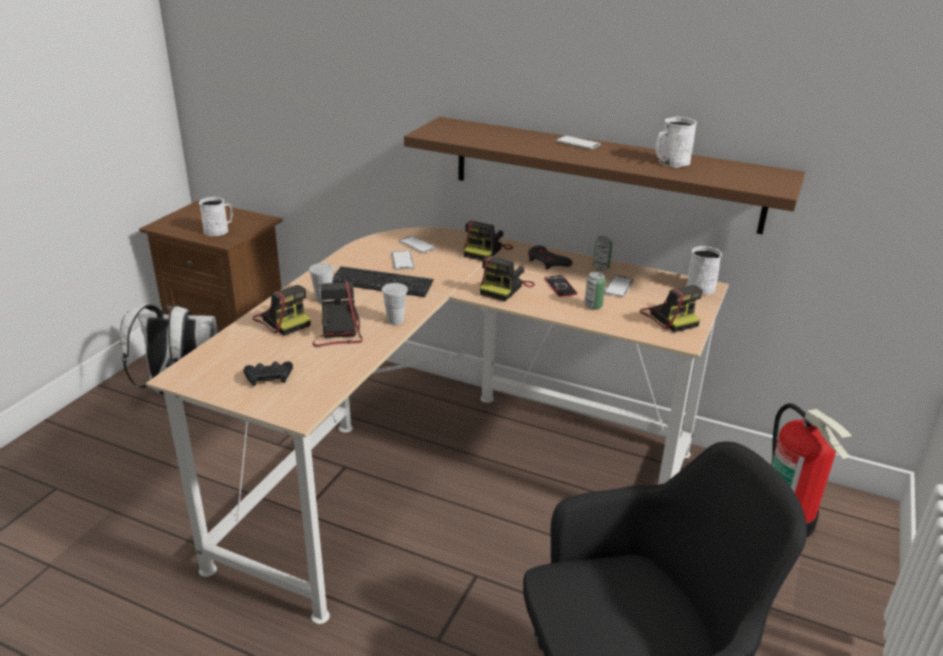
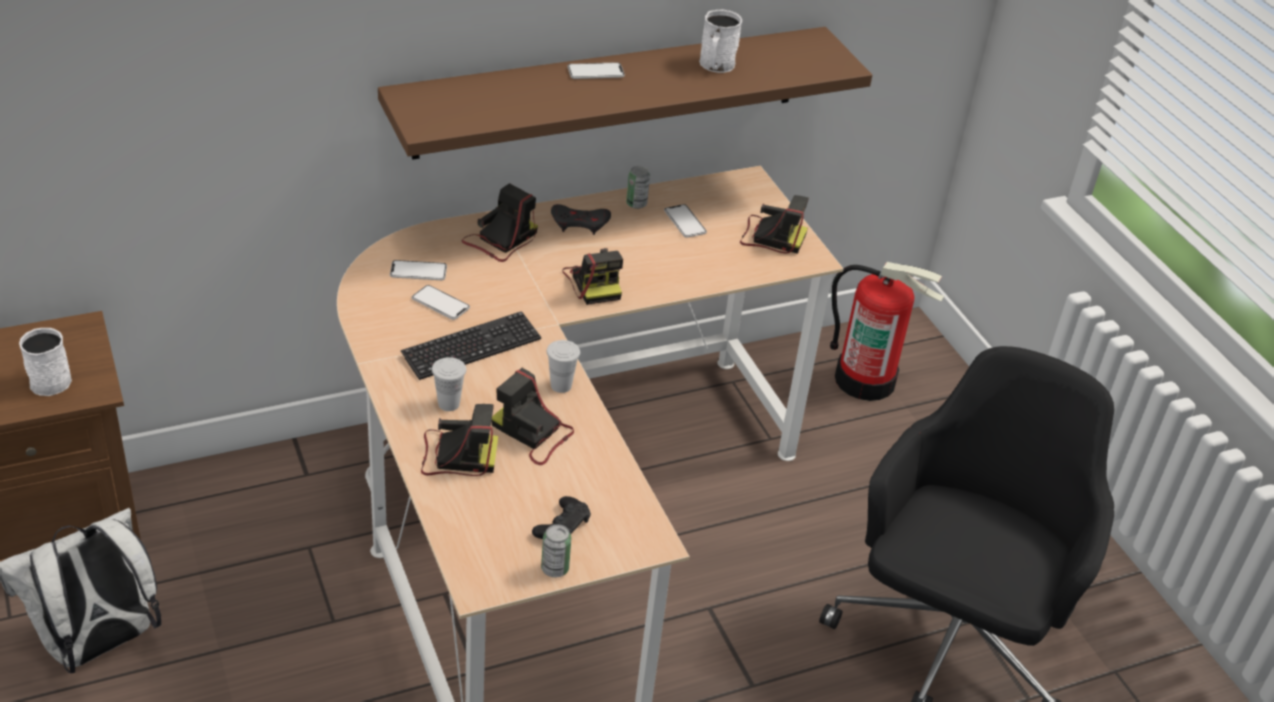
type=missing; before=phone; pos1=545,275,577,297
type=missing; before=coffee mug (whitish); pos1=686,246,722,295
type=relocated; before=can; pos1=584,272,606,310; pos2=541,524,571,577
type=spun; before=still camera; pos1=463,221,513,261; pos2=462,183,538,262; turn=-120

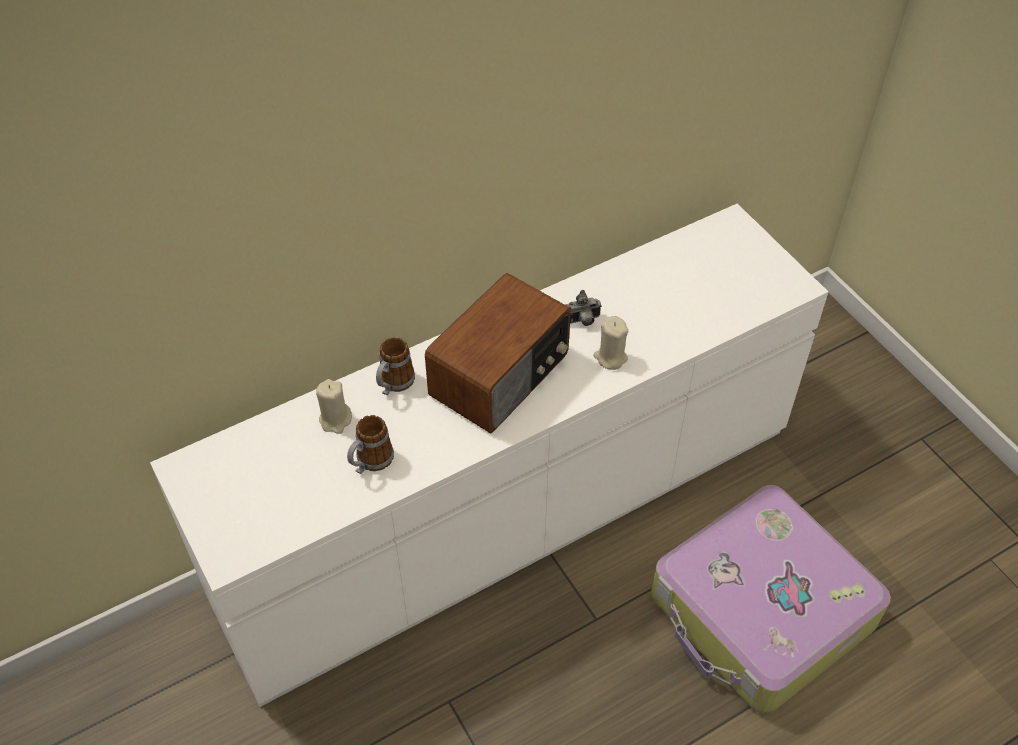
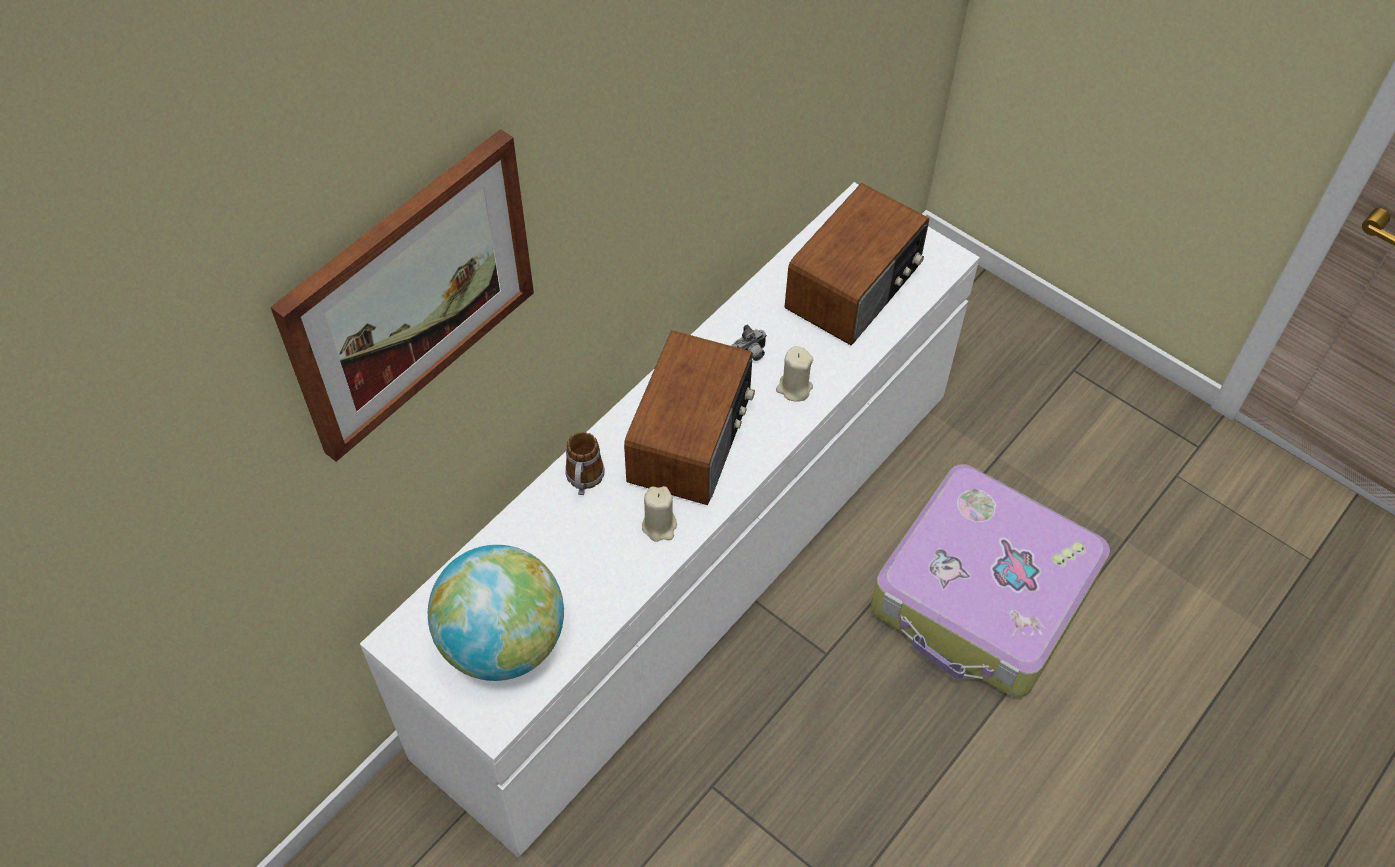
type=missing; before=coffee mug; pos1=347,415,394,474
type=appeared; after=picture; pos2=270,129,534,462
type=appeared; after=world globe; pos2=428,545,564,681
type=appeared; after=radio set; pos2=785,183,929,345
type=relocated; before=wax light (sand-coloured); pos1=316,379,352,434; pos2=642,486,677,542

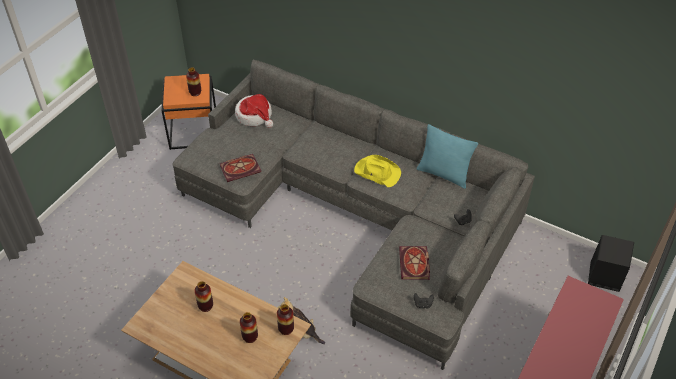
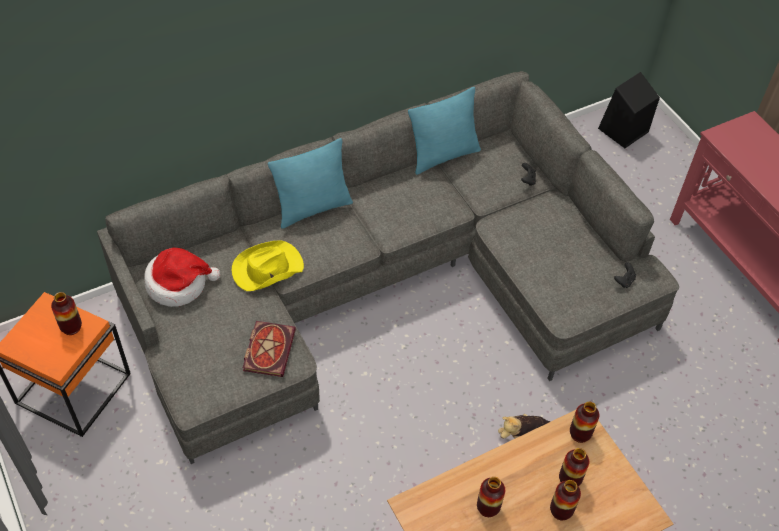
type=missing; before=volume; pos1=399,246,430,280
type=appeared; after=throw pillow (turquoise); pos2=268,138,353,229
type=appeared; after=flower vase; pos2=550,480,581,520
type=relocated; before=wearable hat (yellow-coloured); pos1=354,155,401,187; pos2=231,240,304,291

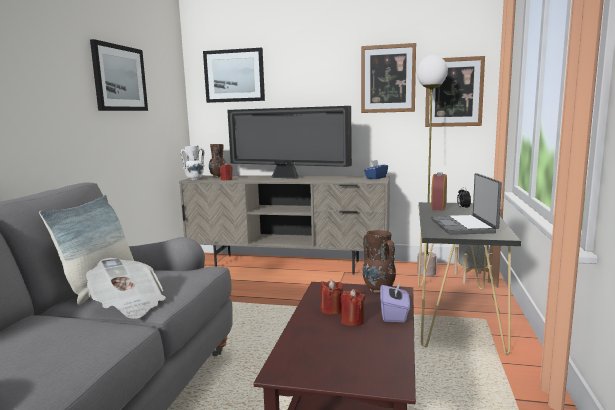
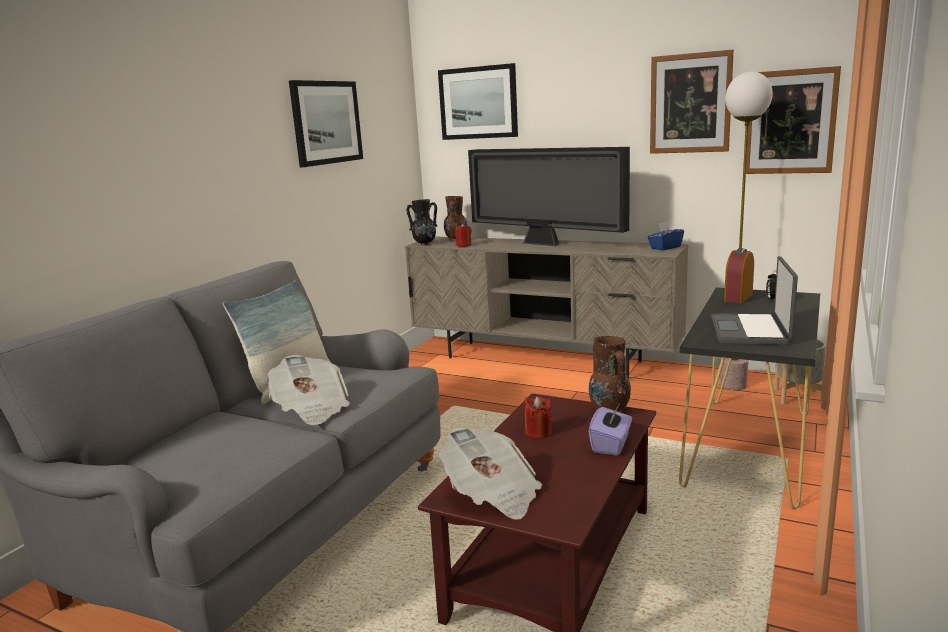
type=missing; before=wax light (red); pos1=341,289,365,326
type=appeared; after=printed paper; pos2=439,427,542,520
type=colour; before=flower vase (whitish); after=flower vase (blackish); pos1=180,146,205,180; pos2=406,199,438,245

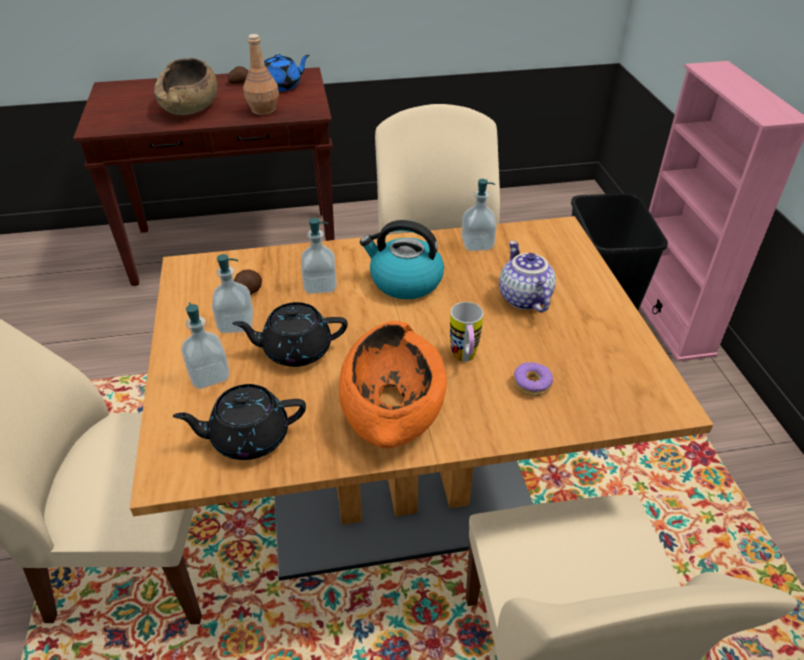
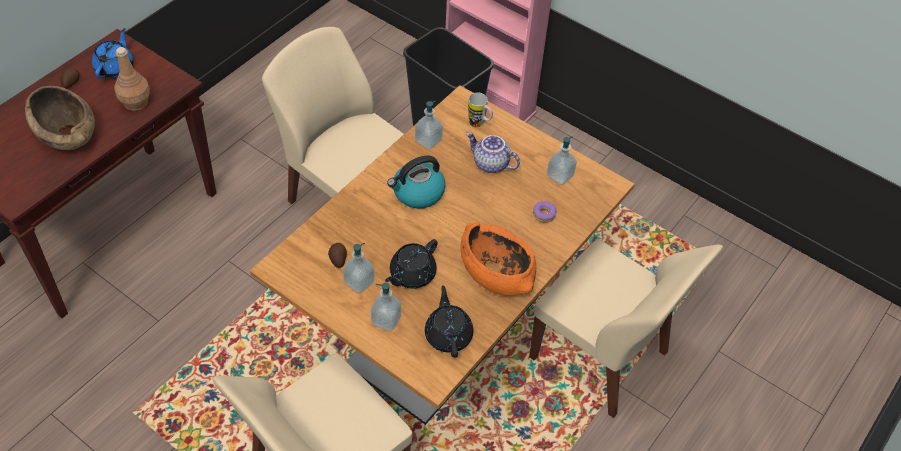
type=relocated; before=soap dispenser; pos1=301,218,337,294; pos2=547,136,577,185
type=relocated; before=coffee mug; pos1=450,302,483,362; pos2=468,93,493,127
type=spun; before=tea pot (blackish); pos1=173,384,306,460; pos2=425,285,473,358; turn=135

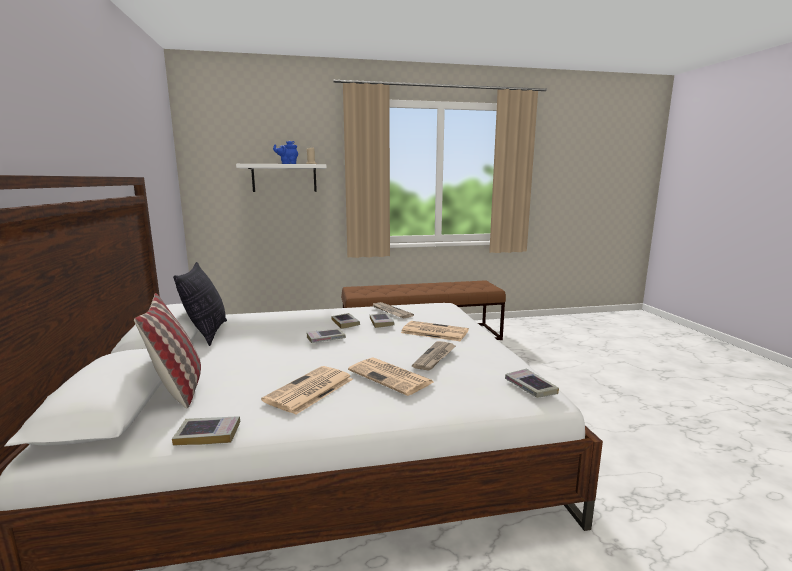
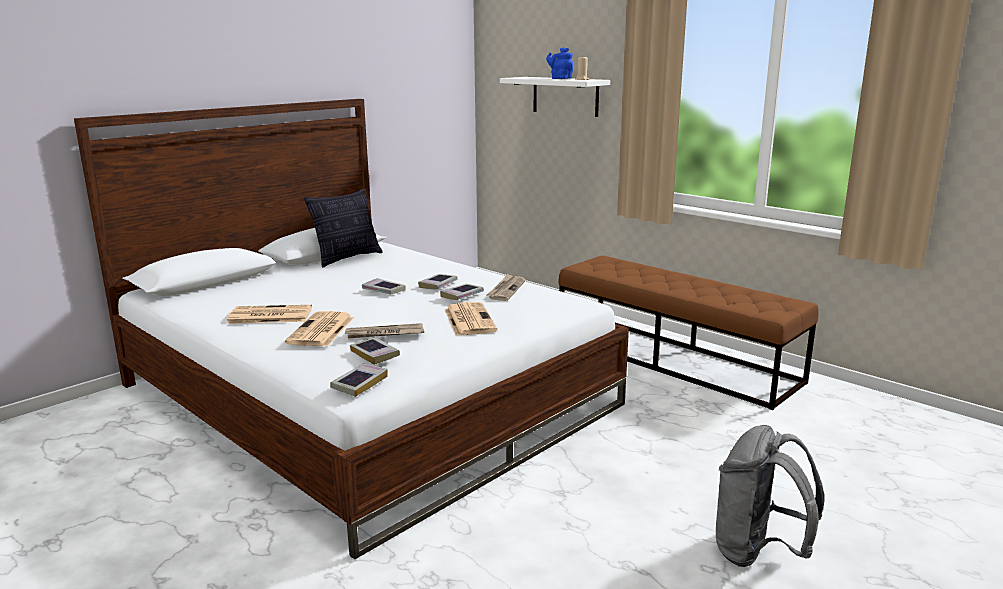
type=missing; before=throw pillow; pos1=134,293,201,409
type=appeared; after=rucksack (gray); pos2=716,425,825,567
type=relocated; before=volume; pos1=172,416,240,446; pos2=350,337,400,365

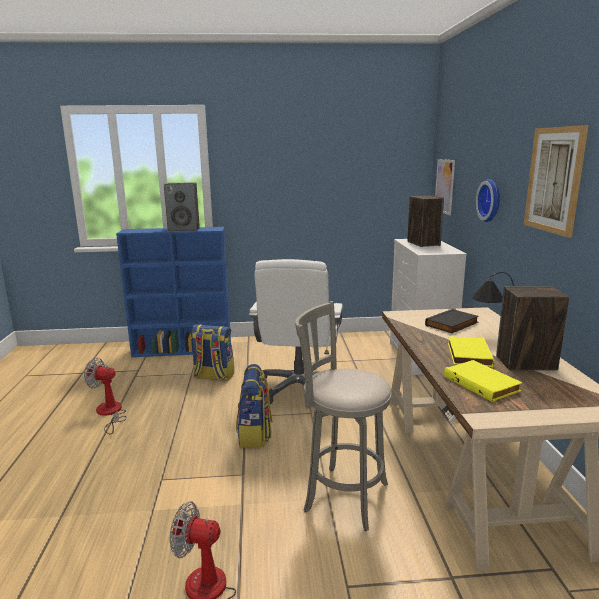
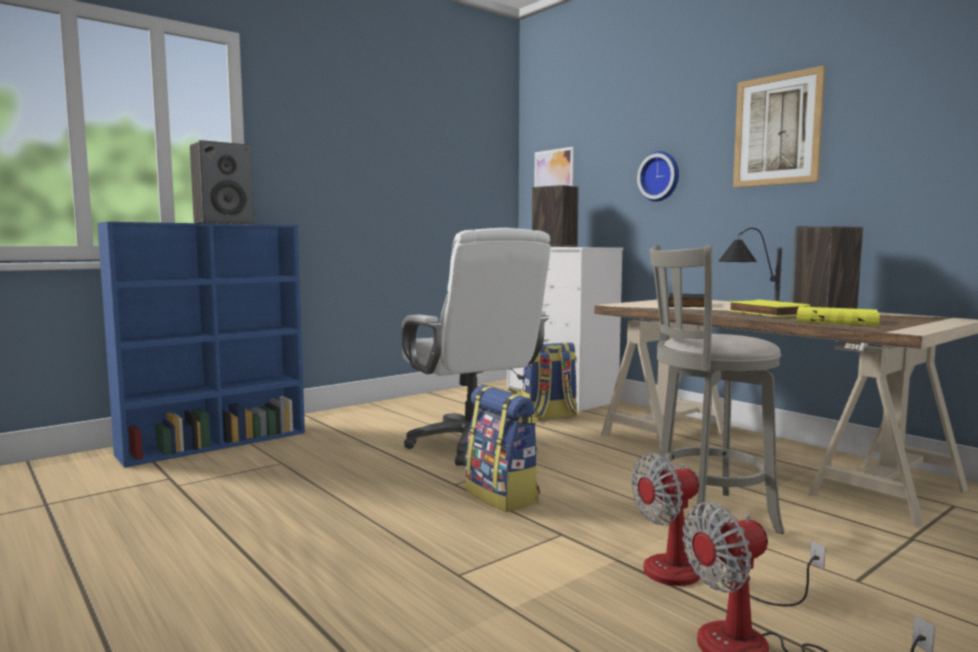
type=relocated; before=electric fan; pos1=84,358,127,434; pos2=631,453,826,606
type=relocated; before=rucksack; pos1=191,324,234,381; pos2=521,343,577,420

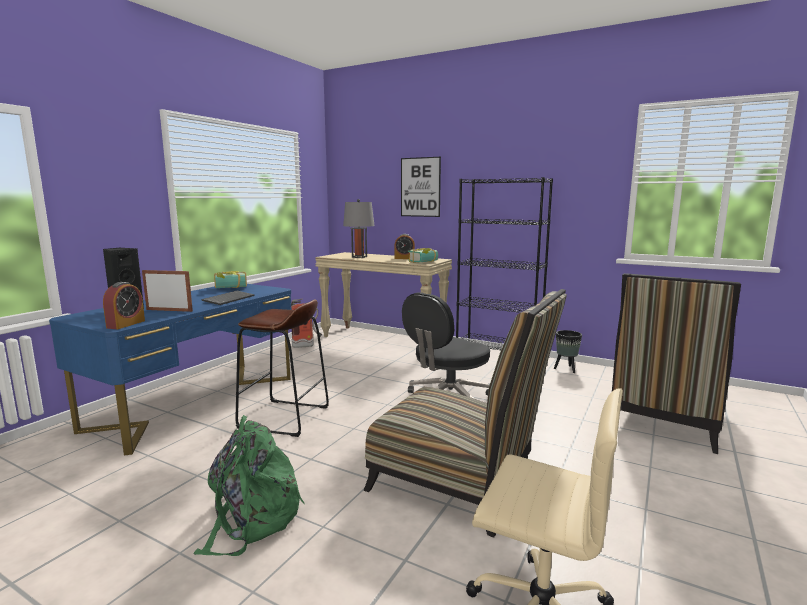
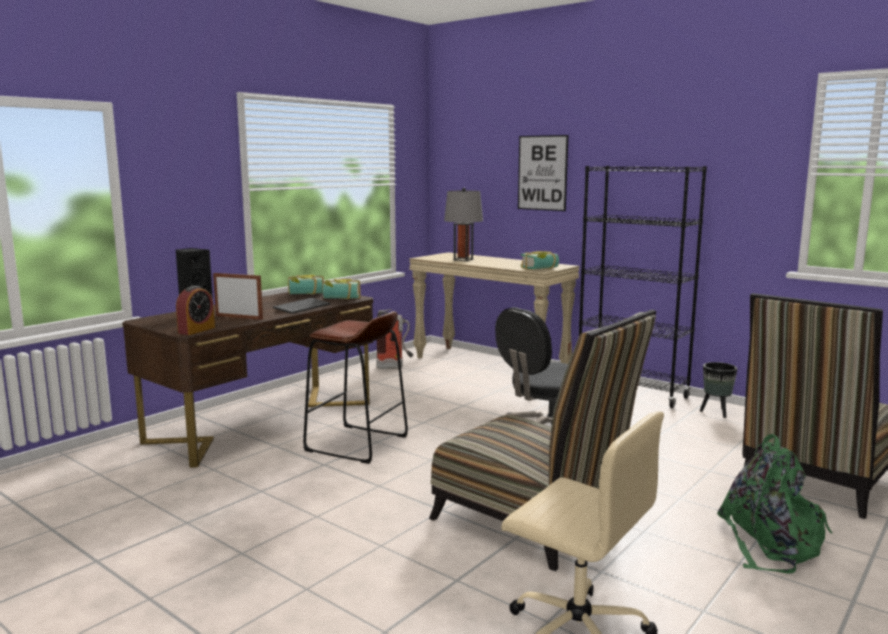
type=missing; before=table clock; pos1=395,234,415,259
type=appeared; after=volume; pos2=323,279,361,299
type=relocated; before=rucksack (green); pos1=194,415,305,556; pos2=717,434,832,573
type=colour; before=desk unit (blue); after=desk unit (brownish); pos1=49,284,291,456; pos2=122,292,373,468

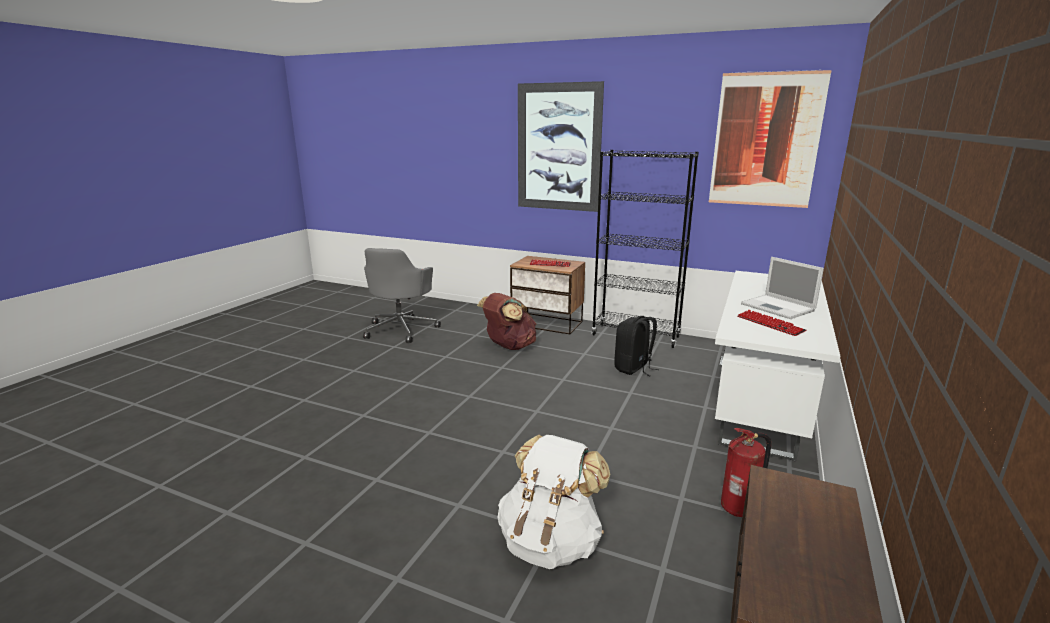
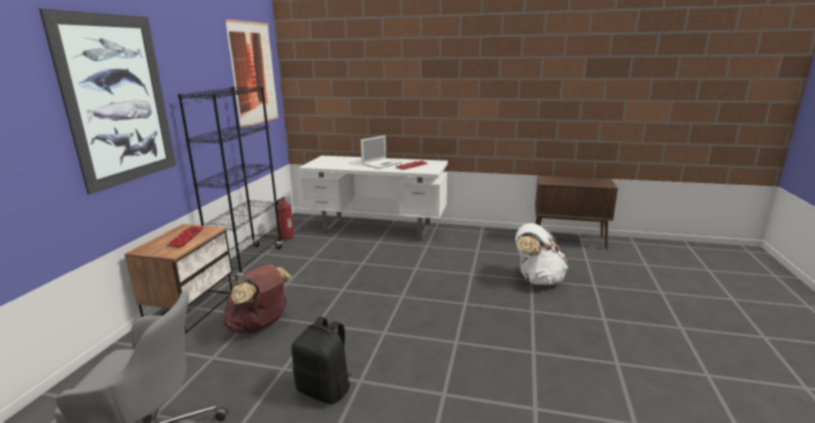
type=relocated; before=rucksack (blackish); pos1=614,316,659,376; pos2=292,317,352,404
type=relocated; before=fire-fighting cylinder; pos1=721,428,771,517; pos2=275,197,294,240

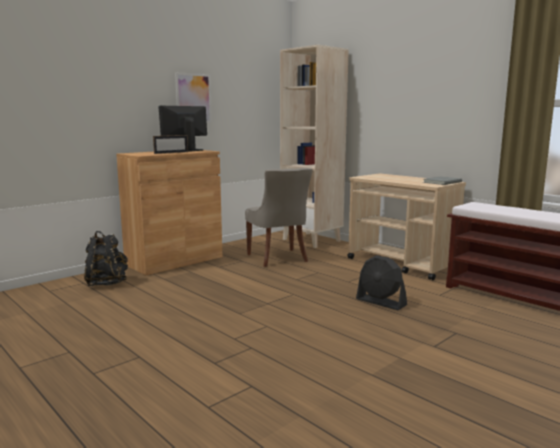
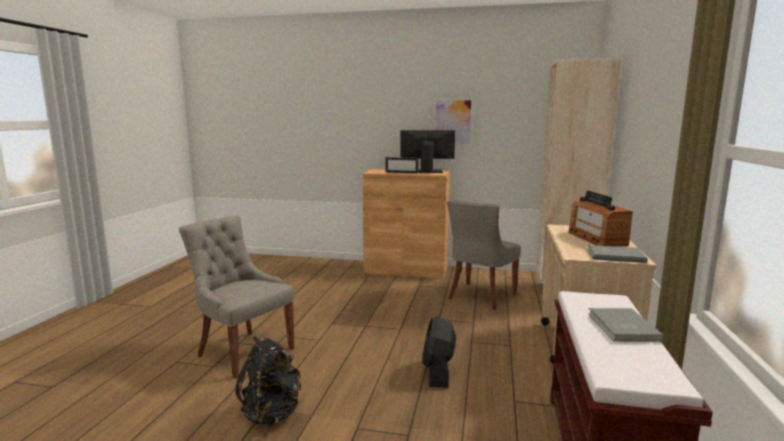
type=appeared; after=upright chair (gray); pos2=179,216,294,379
type=appeared; after=radio set; pos2=568,191,633,247
type=appeared; after=volume (gray); pos2=588,308,664,342
type=relocated; before=rucksack (blackish); pos1=84,231,128,286; pos2=235,336,301,427

